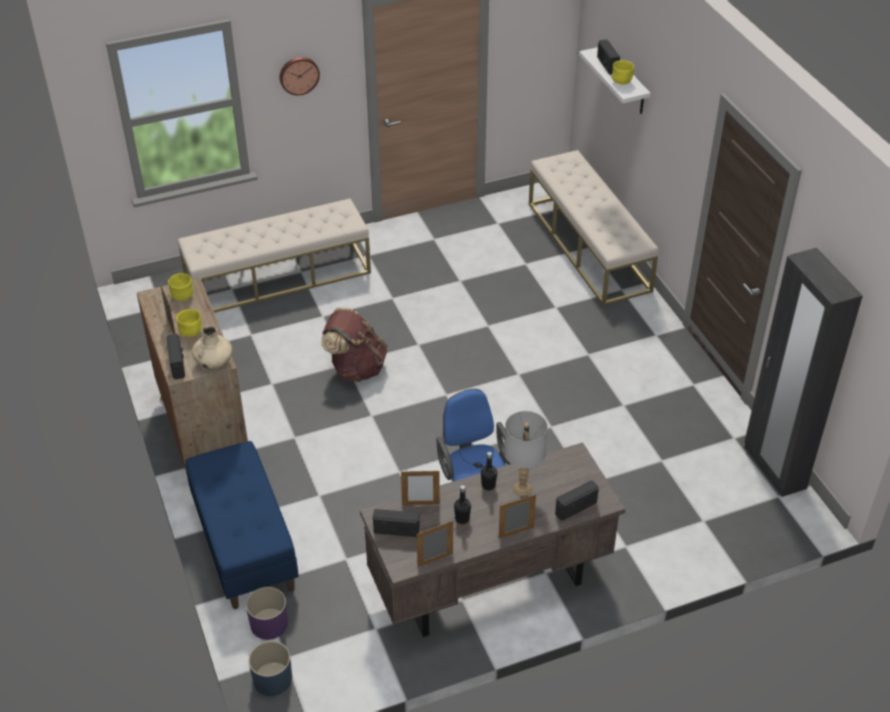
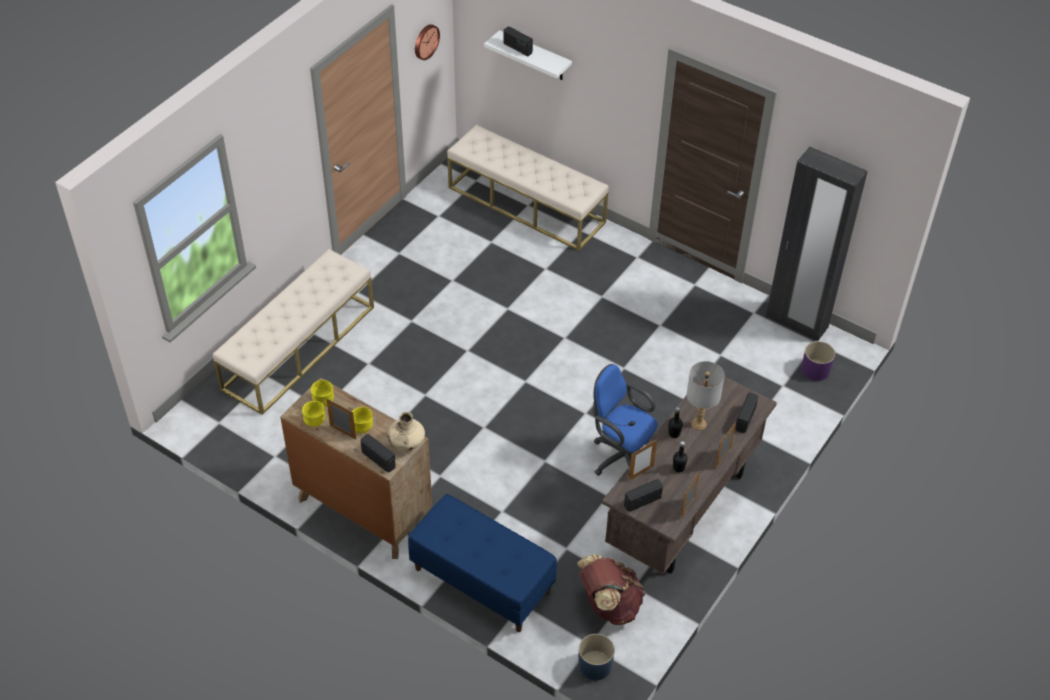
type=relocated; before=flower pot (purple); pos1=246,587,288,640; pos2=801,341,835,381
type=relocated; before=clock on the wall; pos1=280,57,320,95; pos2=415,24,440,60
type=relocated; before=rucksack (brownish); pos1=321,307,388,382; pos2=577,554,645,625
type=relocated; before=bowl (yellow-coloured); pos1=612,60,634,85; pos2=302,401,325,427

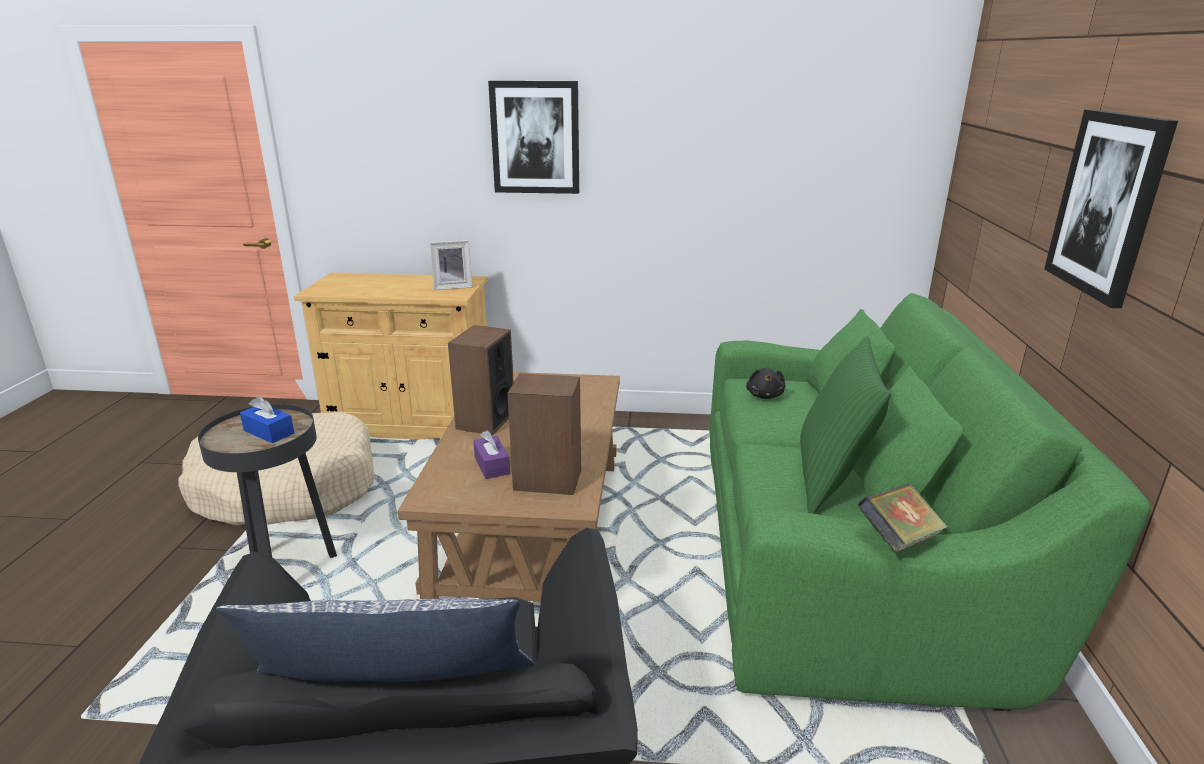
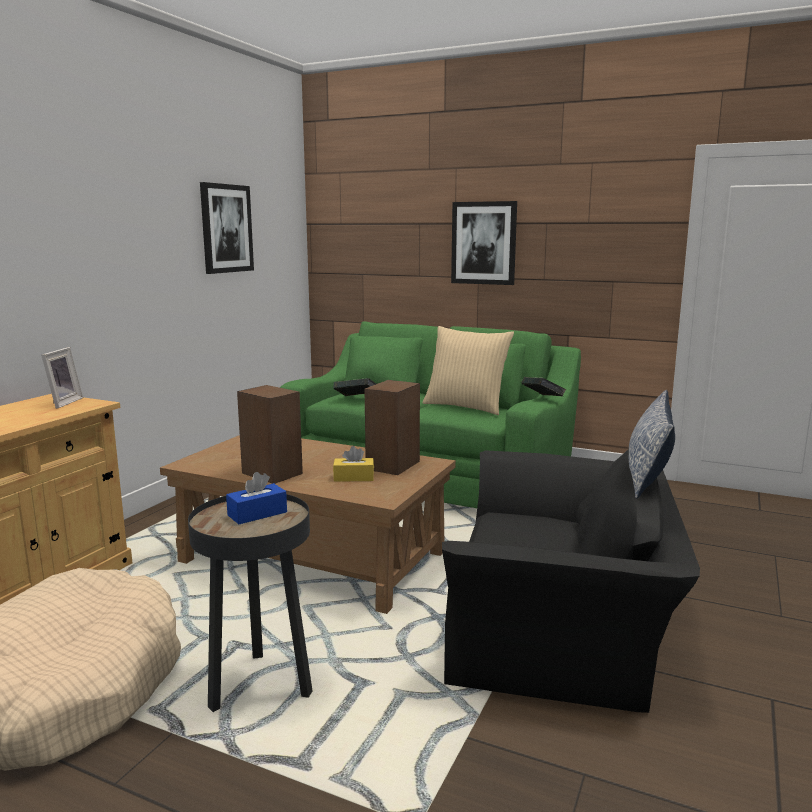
type=relocated; before=picture; pos1=488,81,579,194; pos2=200,182,254,274
type=exchanged; before=plush toy (blackish); after=volume; pos1=746,368,785,399; pos2=333,378,376,396
type=colour; before=box of tissues (purple); after=box of tissues (yellow-coloured); pos1=473,430,510,479; pos2=333,446,374,482
type=colour; before=throw pillow (green); after=throw pillow (sand-coloured); pos1=800,336,891,514; pos2=423,326,514,415

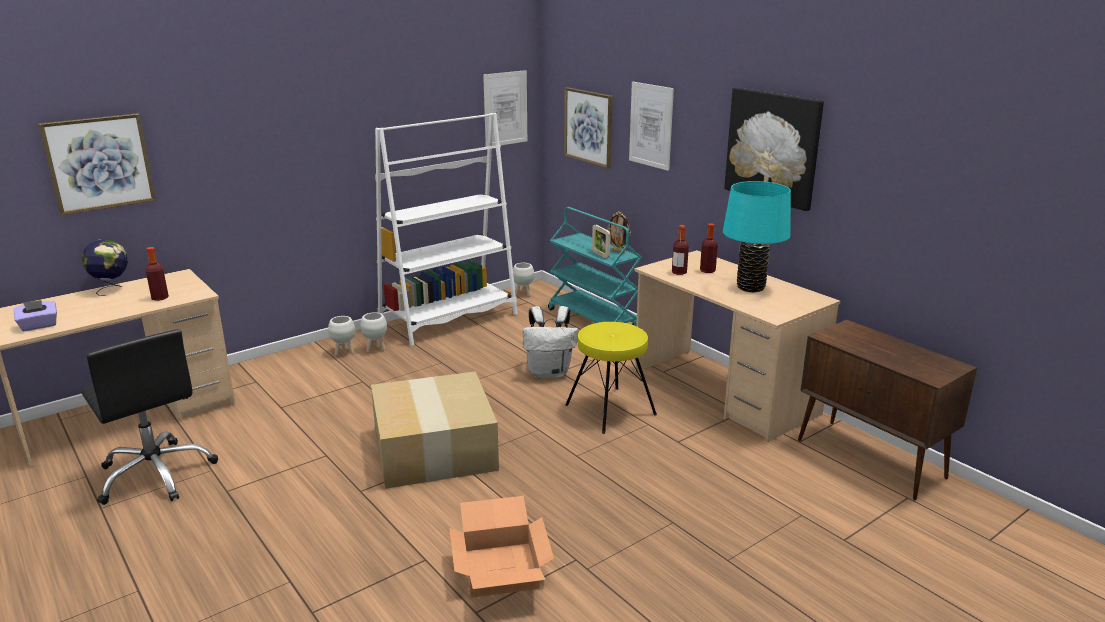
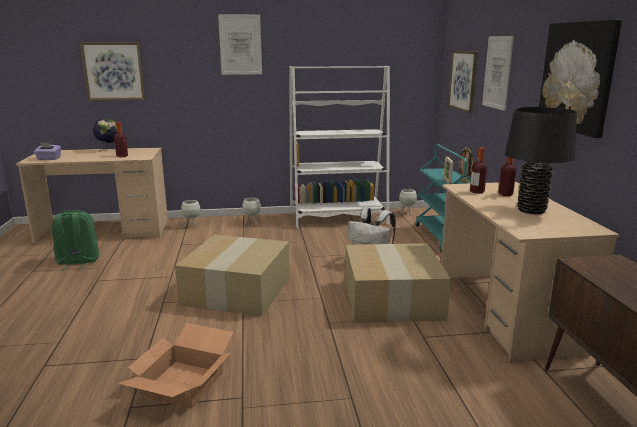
type=relocated; before=flower pot (whitish); pos1=360,312,387,352; pos2=181,200,201,228
type=relocated; before=picture; pos1=483,70,527,147; pos2=218,14,262,75
type=exchanged; before=computer chair (blackish); after=rucksack (green); pos1=81,329,218,505; pos2=52,210,99,270
type=exchanged; before=stool seat (yellow-coloured); after=packing box; pos1=565,322,657,434; pos2=345,243,451,323
type=colour; before=lamp for a table (turquoise); after=lamp for a table (blackish); pos1=723,181,791,292; pos2=505,107,577,214

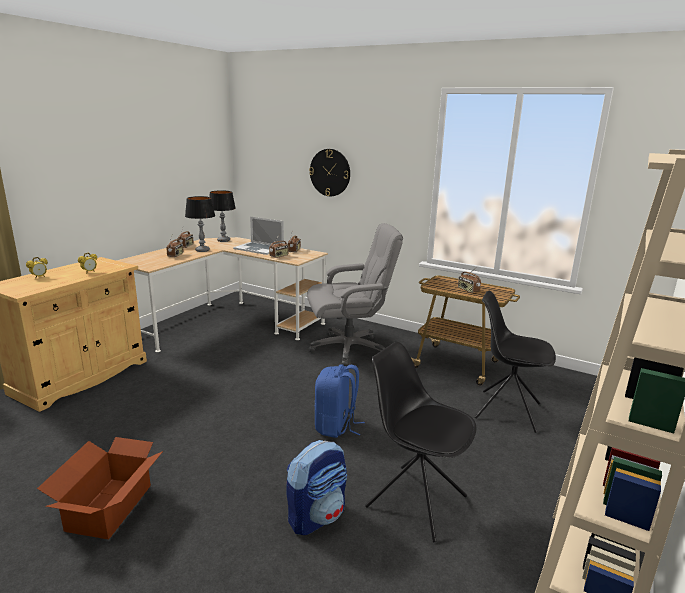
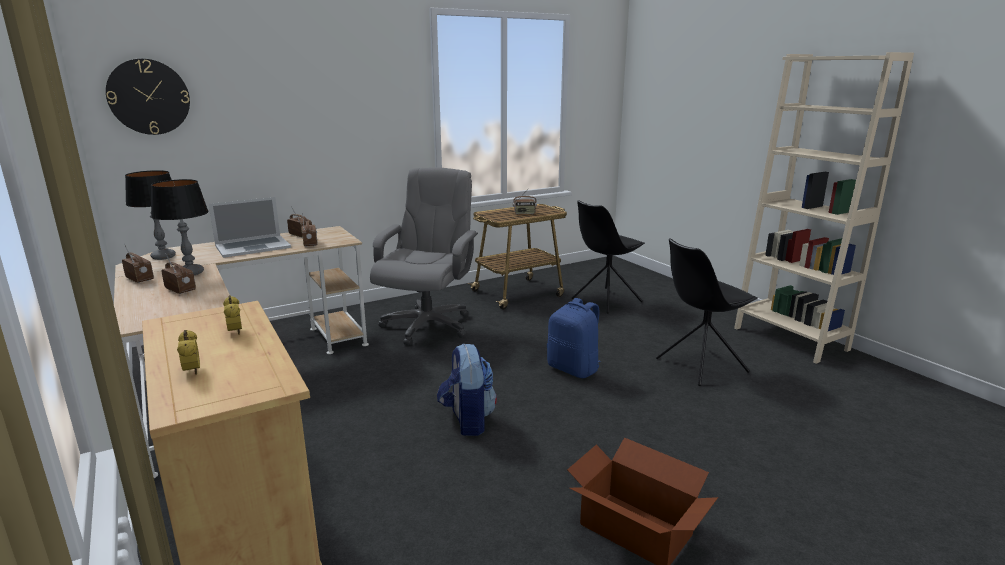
type=relocated; before=rucksack; pos1=286,440,347,535; pos2=437,343,497,436
type=relocated; before=clock on the wall; pos1=309,149,350,196; pos2=106,59,190,135

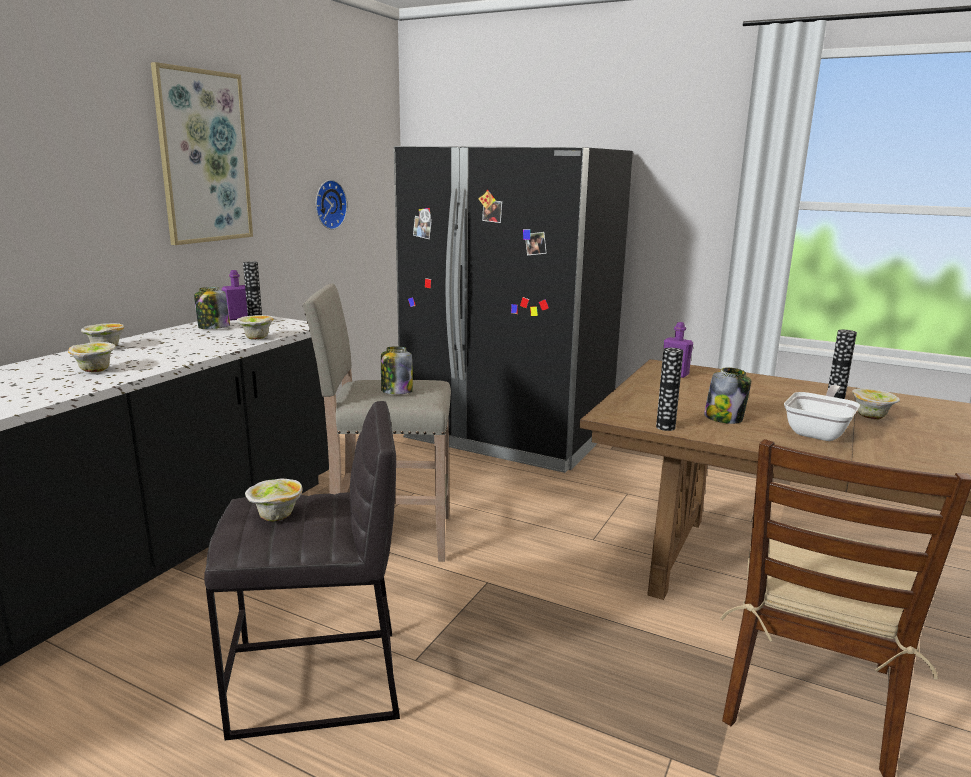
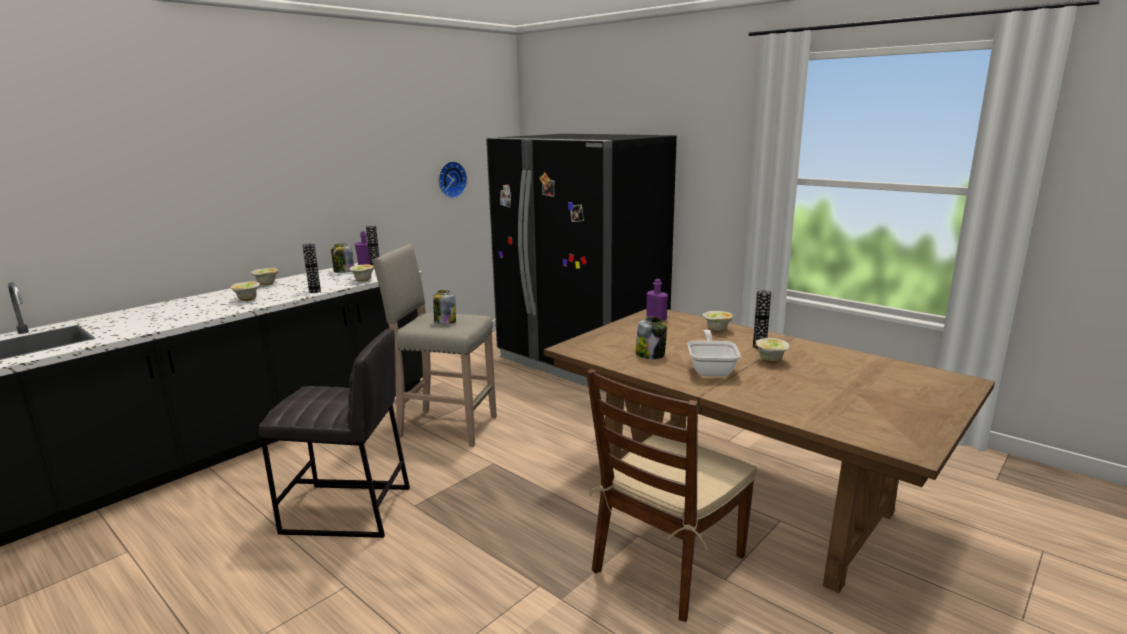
type=missing; before=picture; pos1=151,62,253,245
type=relocated; before=bowl; pos1=245,479,303,521; pos2=703,311,733,332
type=relocated; before=flower vase; pos1=656,348,683,431; pos2=302,243,321,293
type=spun; before=pan; pos1=784,385,860,441; pos2=688,330,741,376; turn=-45

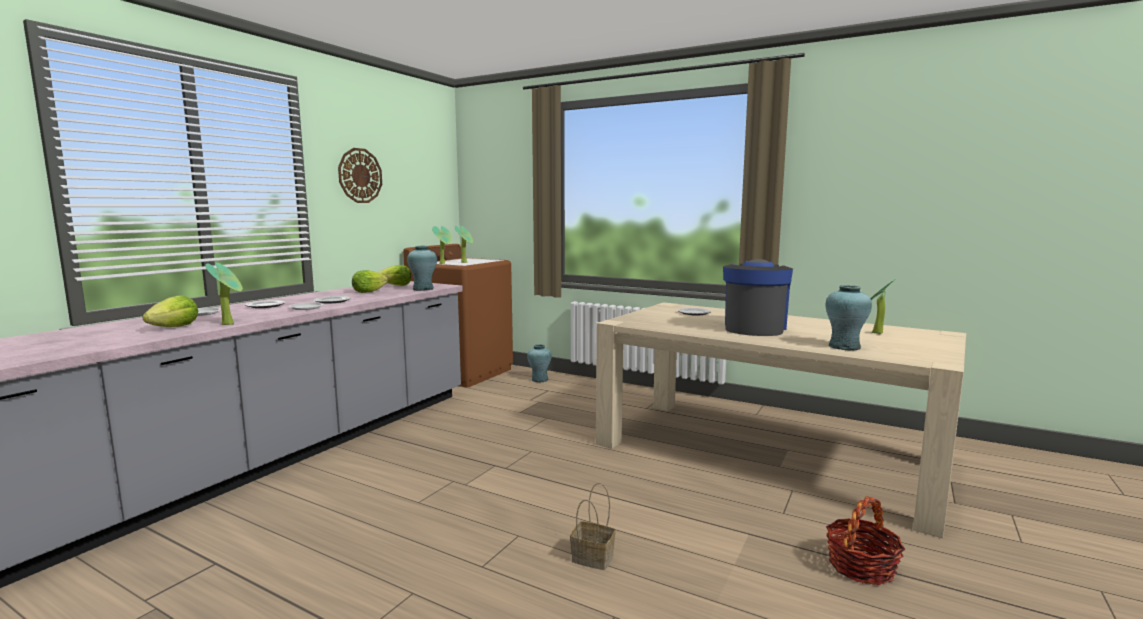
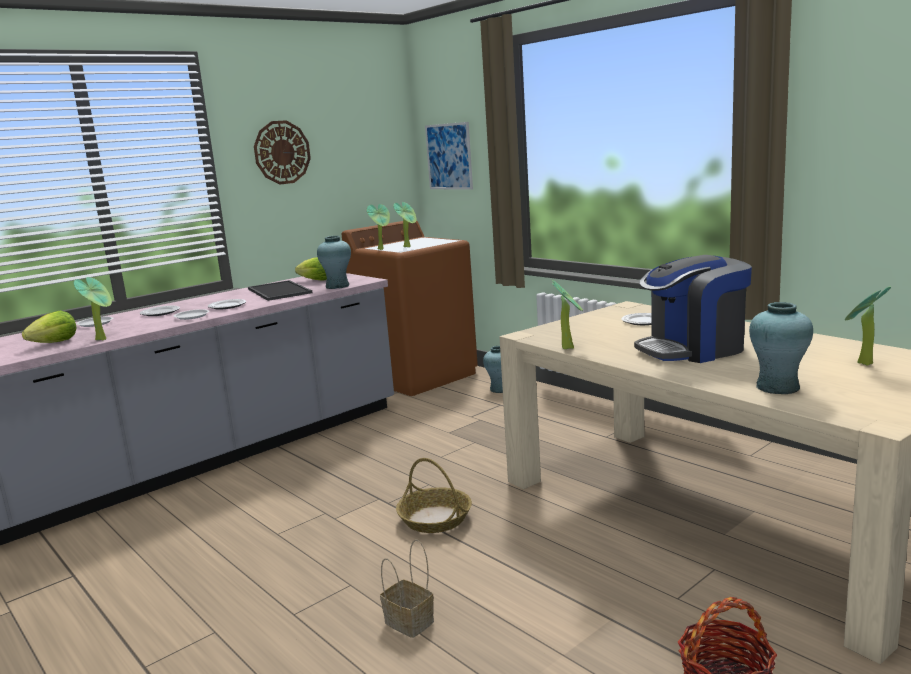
type=appeared; after=basket; pos2=396,458,472,533
type=appeared; after=picture; pos2=425,122,473,190
type=appeared; after=potted plant; pos2=552,280,583,349
type=exchanged; before=head of lettuce; after=tray; pos1=352,270,388,293; pos2=248,280,312,301
type=spun; before=coffee machine; pos1=723,259,793,336; pos2=634,255,752,363; turn=-150

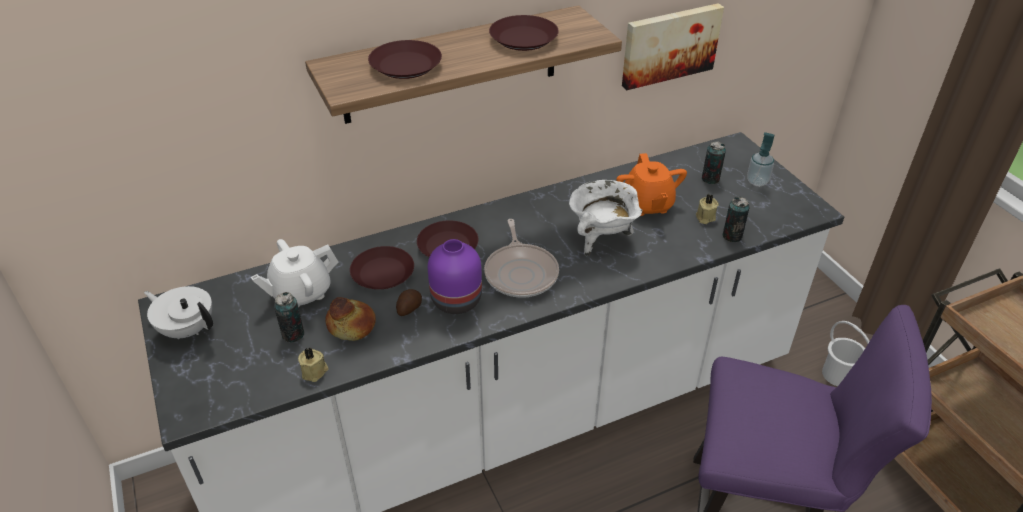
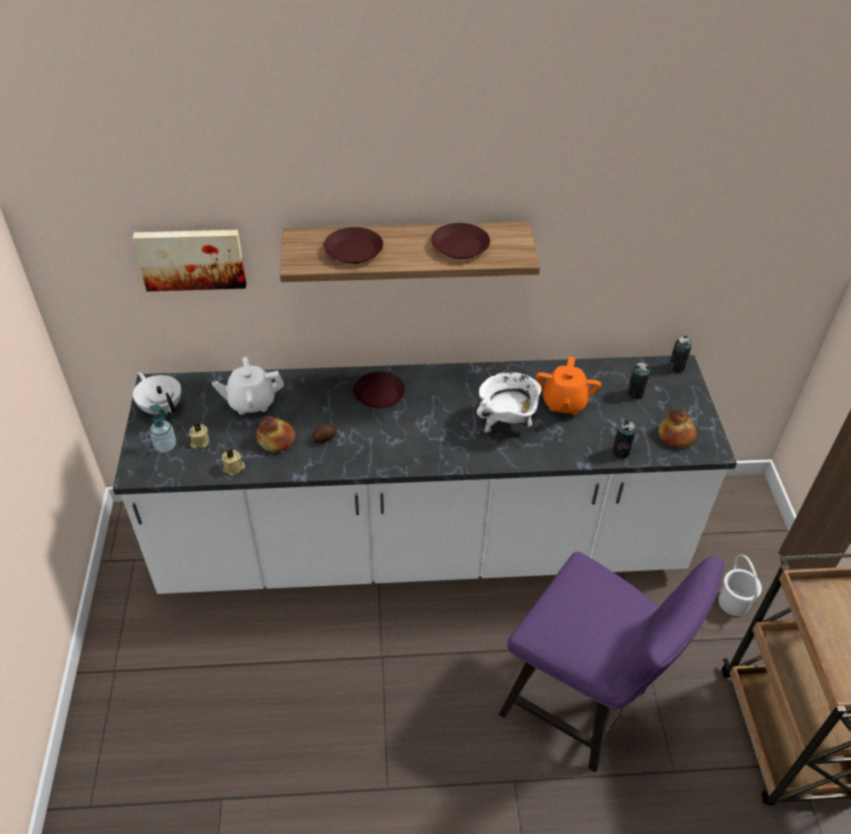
type=missing; before=flat dish (brownish); pos1=350,246,414,289
type=missing; before=flower vase (purple); pos1=428,239,482,314
type=missing; before=pan; pos1=484,219,559,298
type=appeared; after=baked bread; pos2=658,409,697,448
type=relocated; before=can; pos1=274,292,304,342; pos2=669,336,692,373
type=relocated; before=picture; pos1=622,3,724,90; pos2=133,230,246,291
type=relocated; before=wax light (sand-coloured); pos1=696,194,719,224; pos2=189,422,209,448
type=relocated; before=soap dispenser; pos1=747,132,774,186; pos2=149,404,176,452

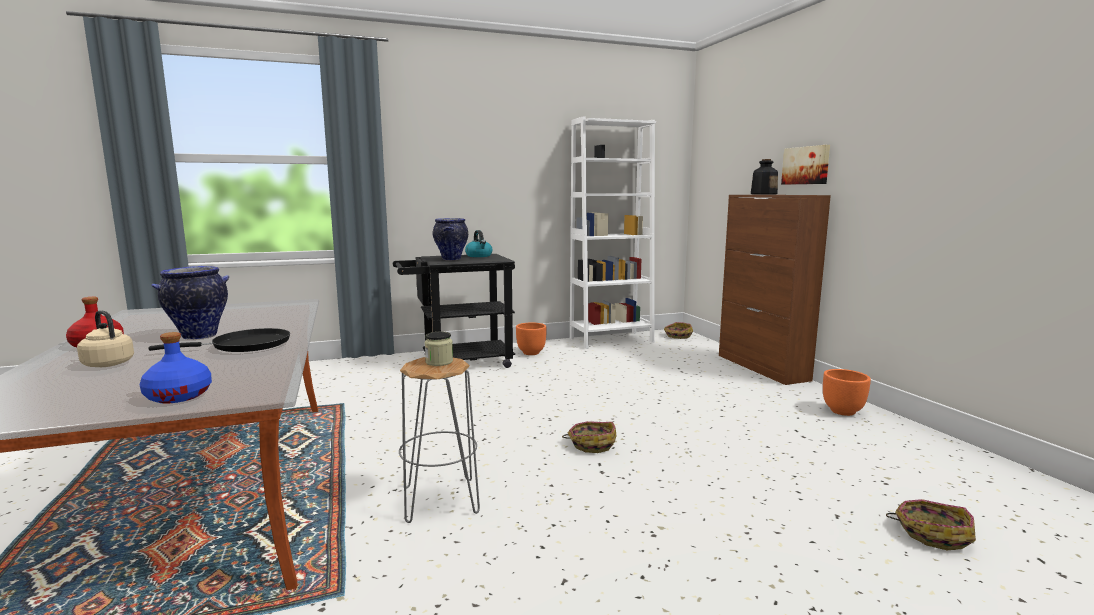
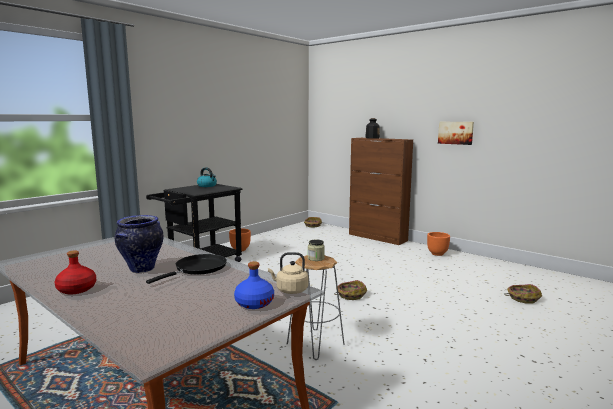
type=missing; before=flower vase; pos1=433,218,468,260
type=missing; before=bookshelf (whitish); pos1=570,116,656,349
type=relocated; before=kettle (sand-coloured); pos1=77,310,134,367; pos2=268,252,308,294
type=relocated; before=picture; pos1=781,145,830,185; pos2=438,122,474,145

